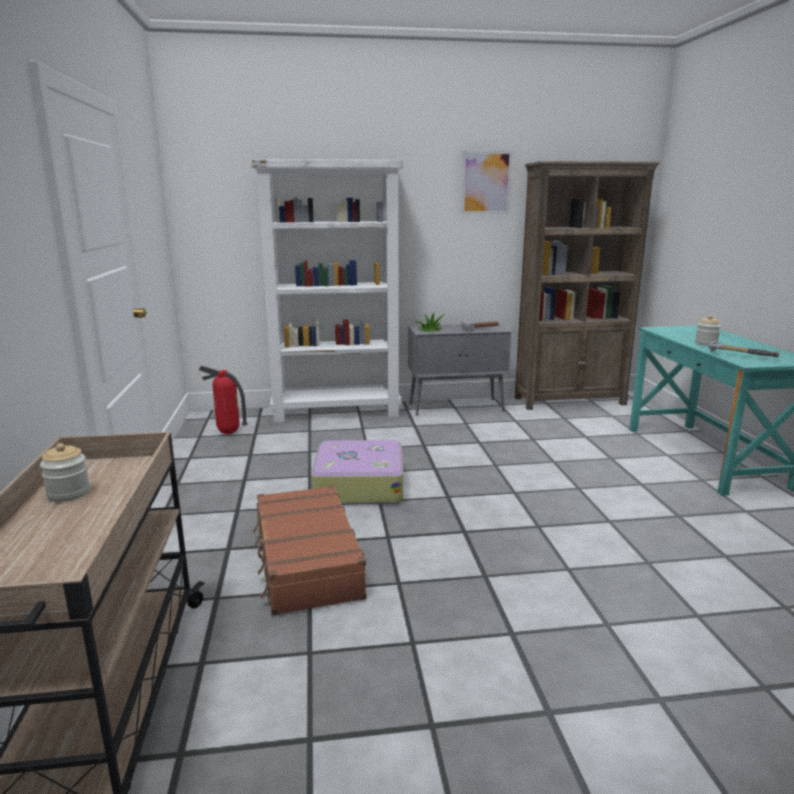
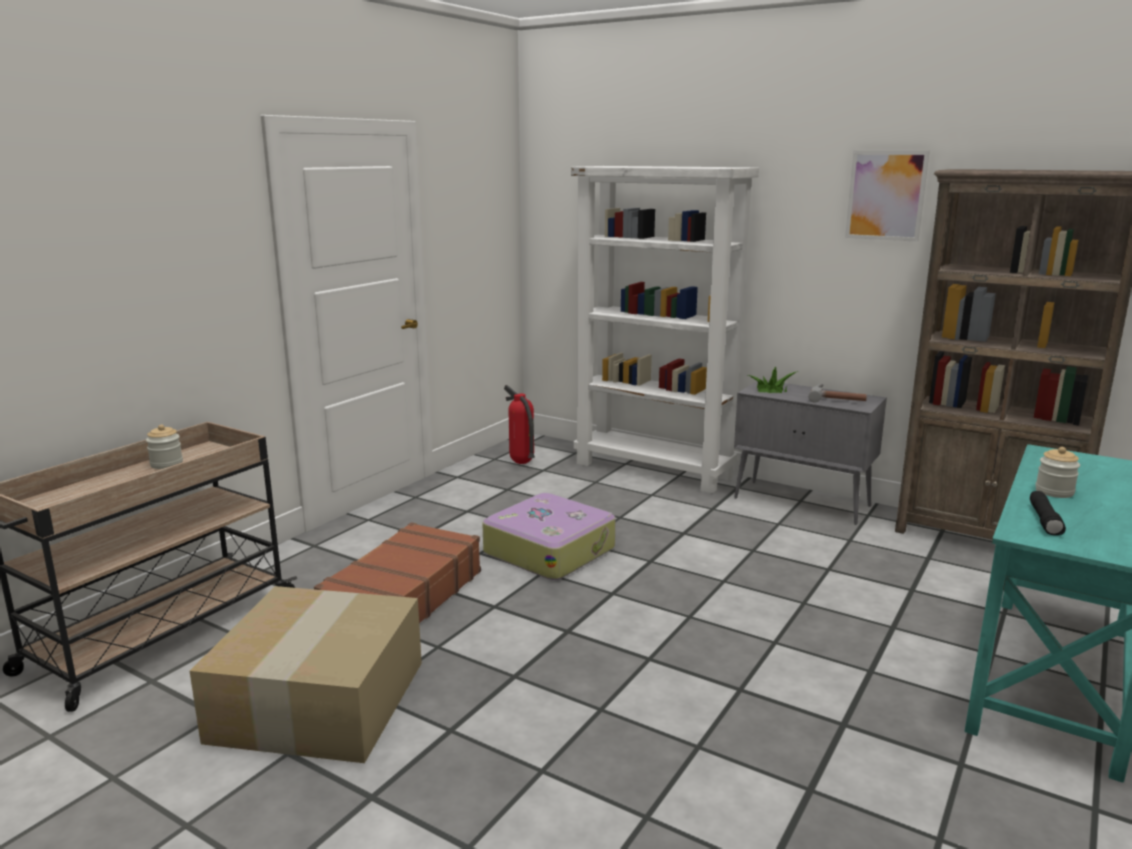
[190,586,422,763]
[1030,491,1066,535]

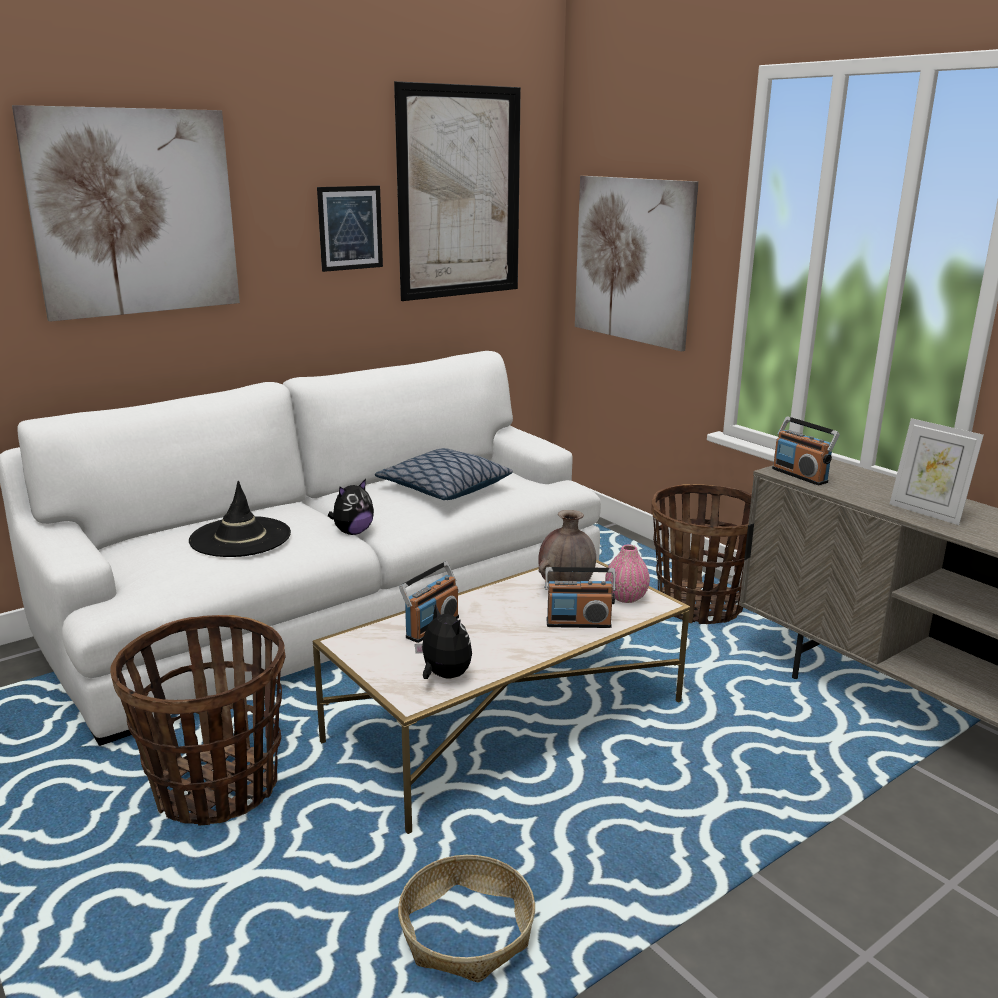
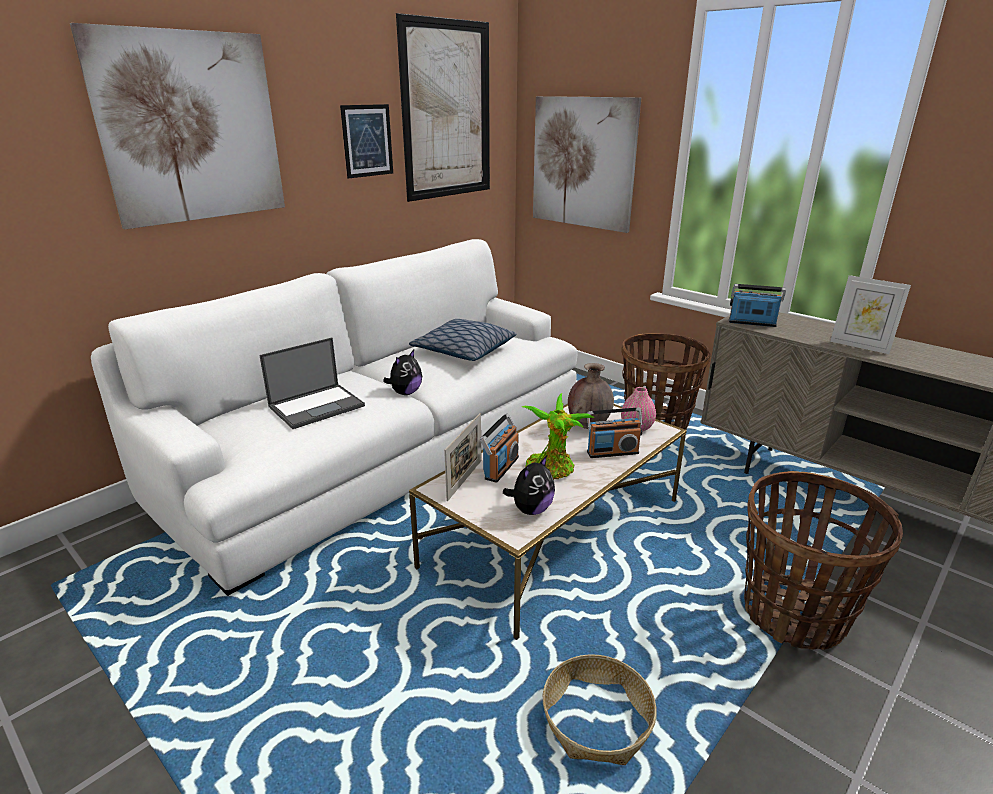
[444,413,481,501]
[522,393,595,479]
[744,471,903,650]
[259,338,365,429]
[503,455,555,515]
[729,284,786,327]

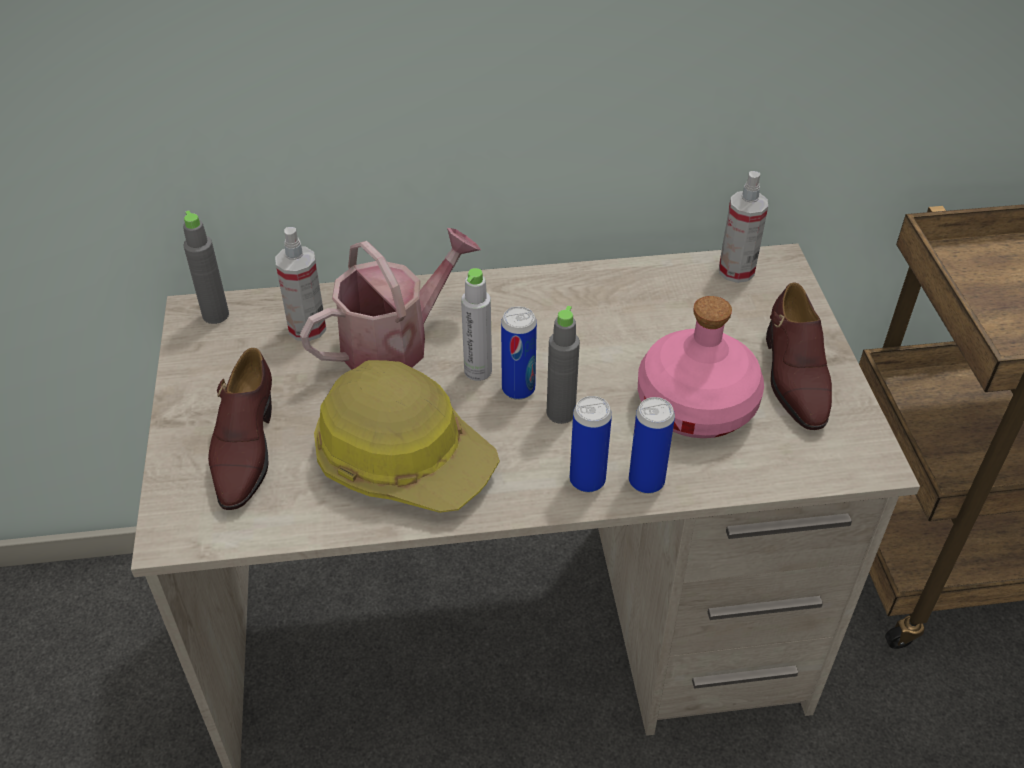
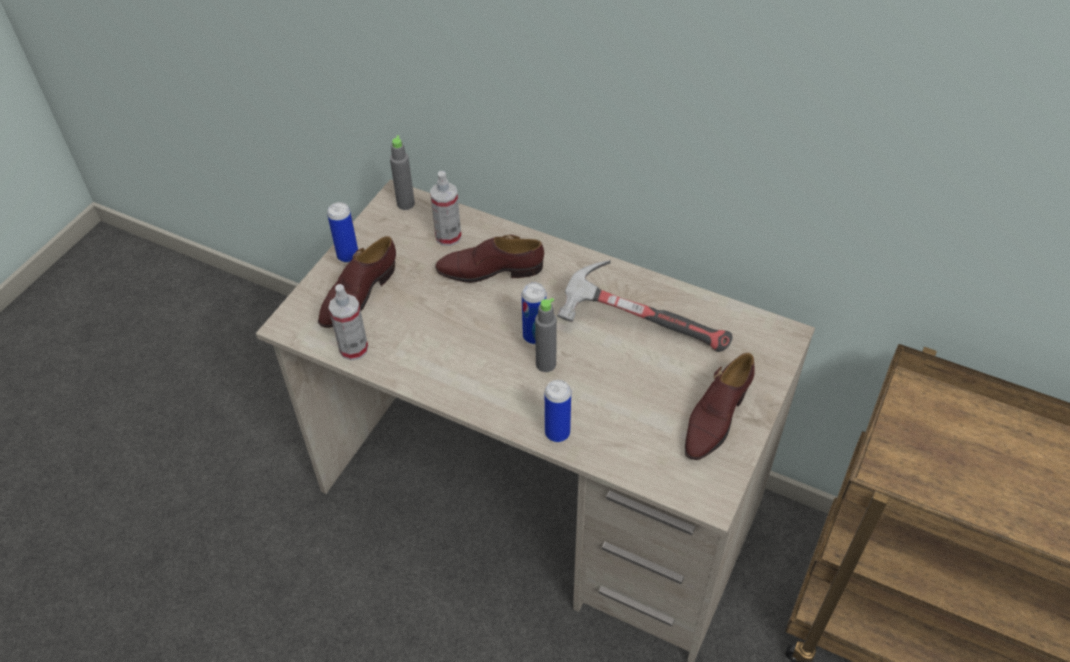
[314,360,500,513] (first image)
[461,268,492,381] (first image)
[638,296,764,438] (first image)
[557,260,732,352]
[327,202,358,263]
[329,284,368,361]
[435,235,544,283]

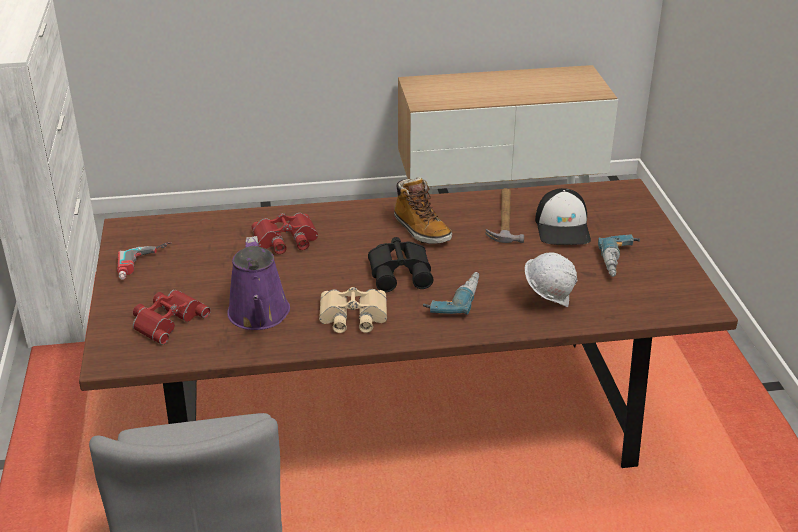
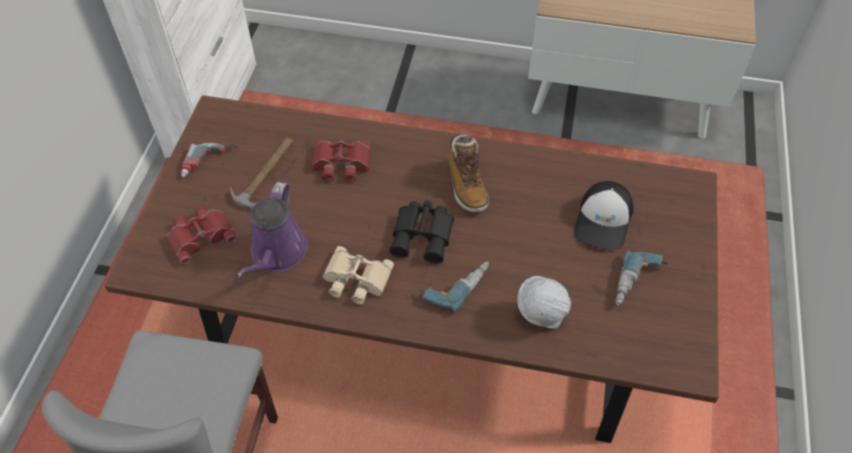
[230,137,293,209]

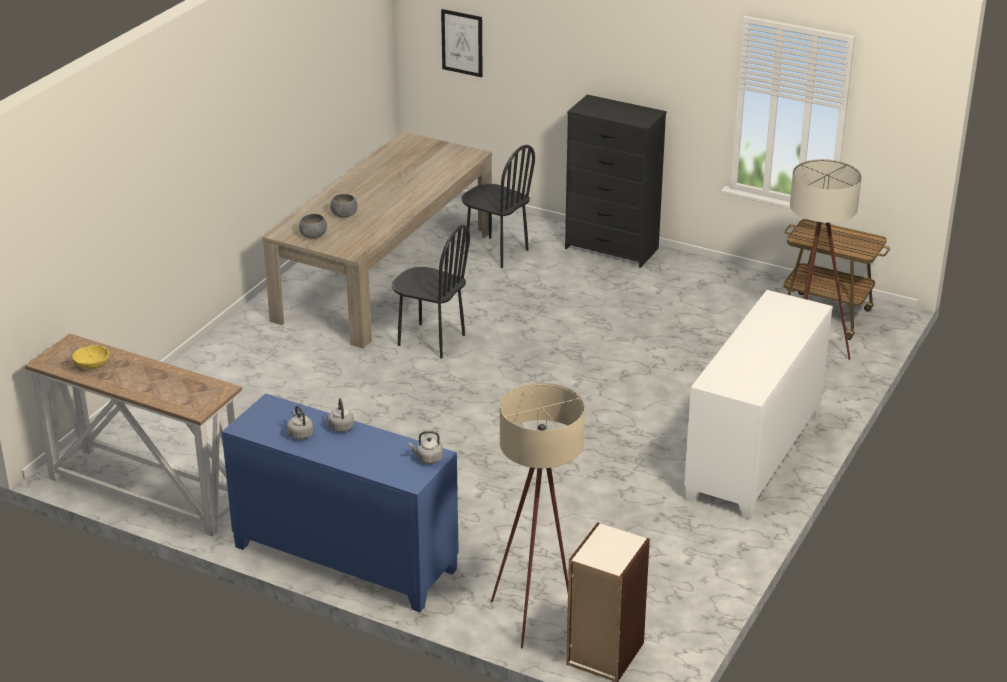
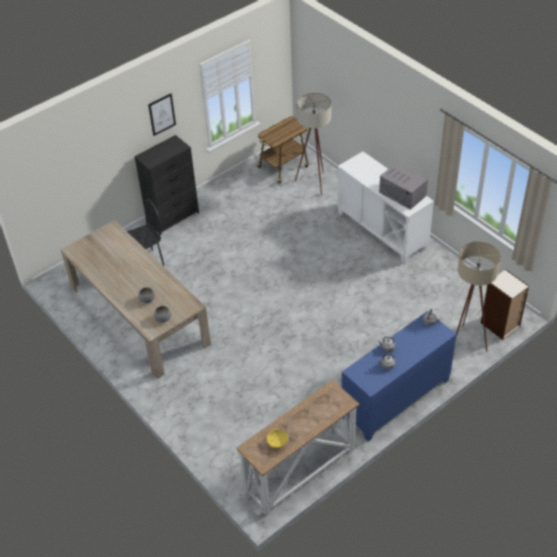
[392,225,470,359] (first image)
[379,163,428,210]
[148,93,176,136]

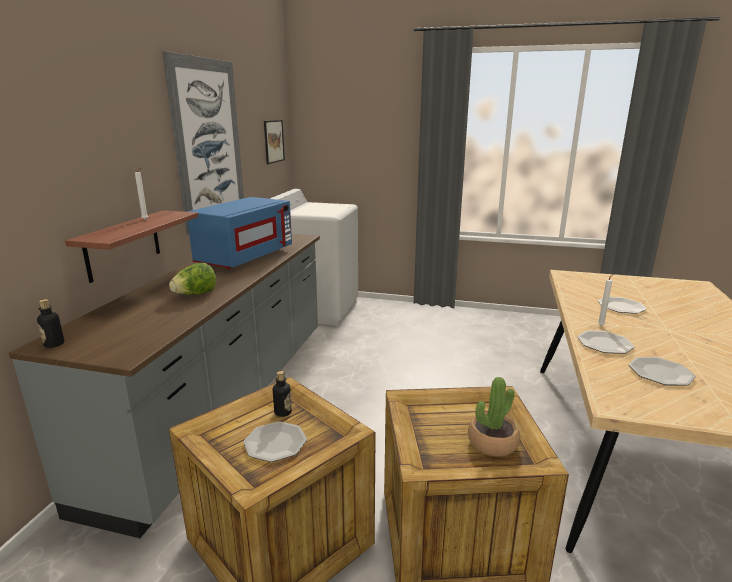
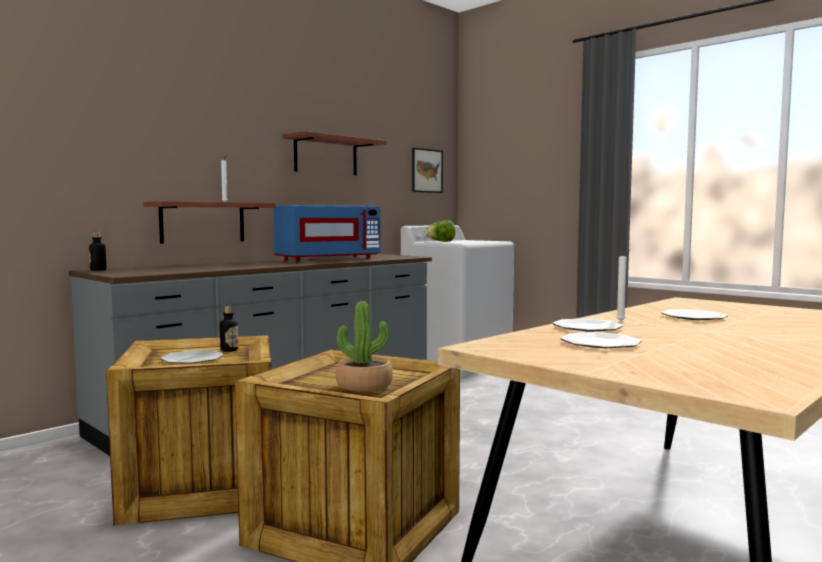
[425,220,455,242]
[283,131,387,175]

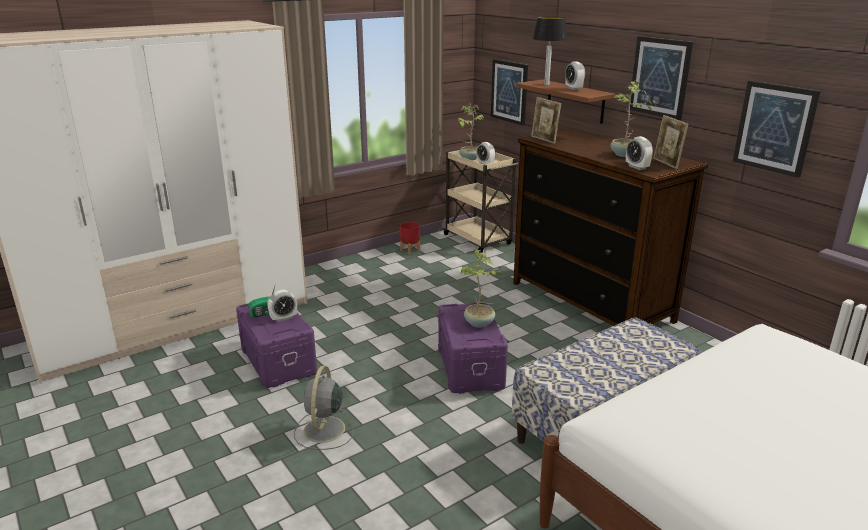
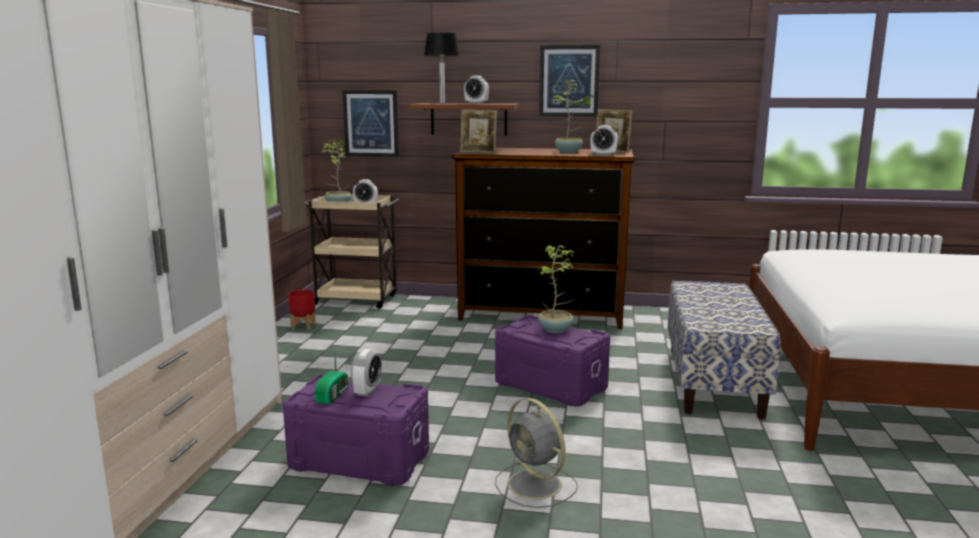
[733,81,820,178] (first image)

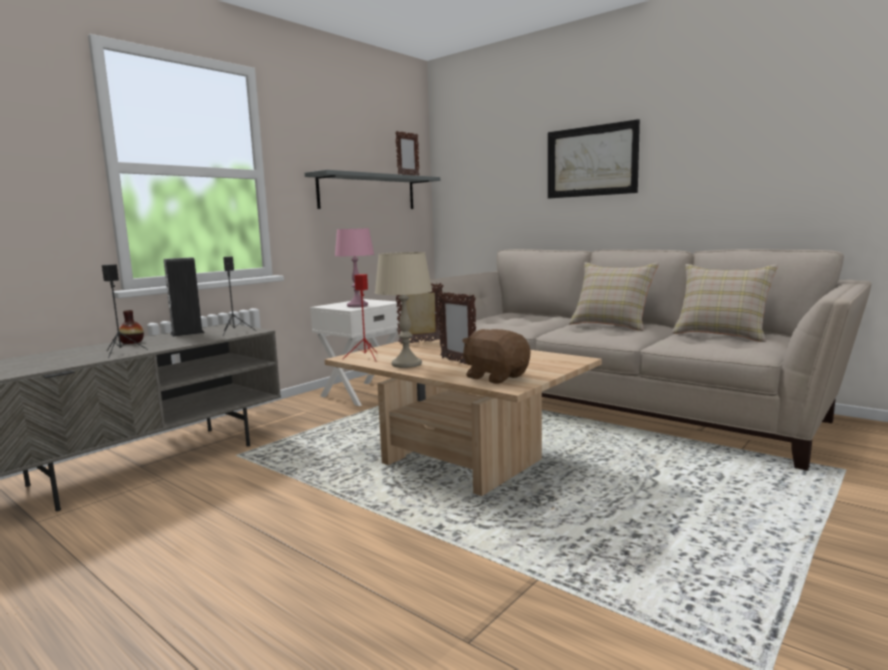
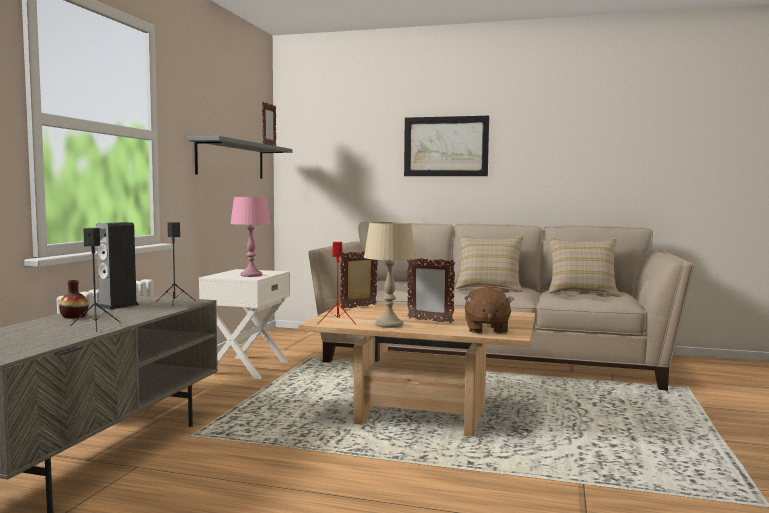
[464,287,514,334]

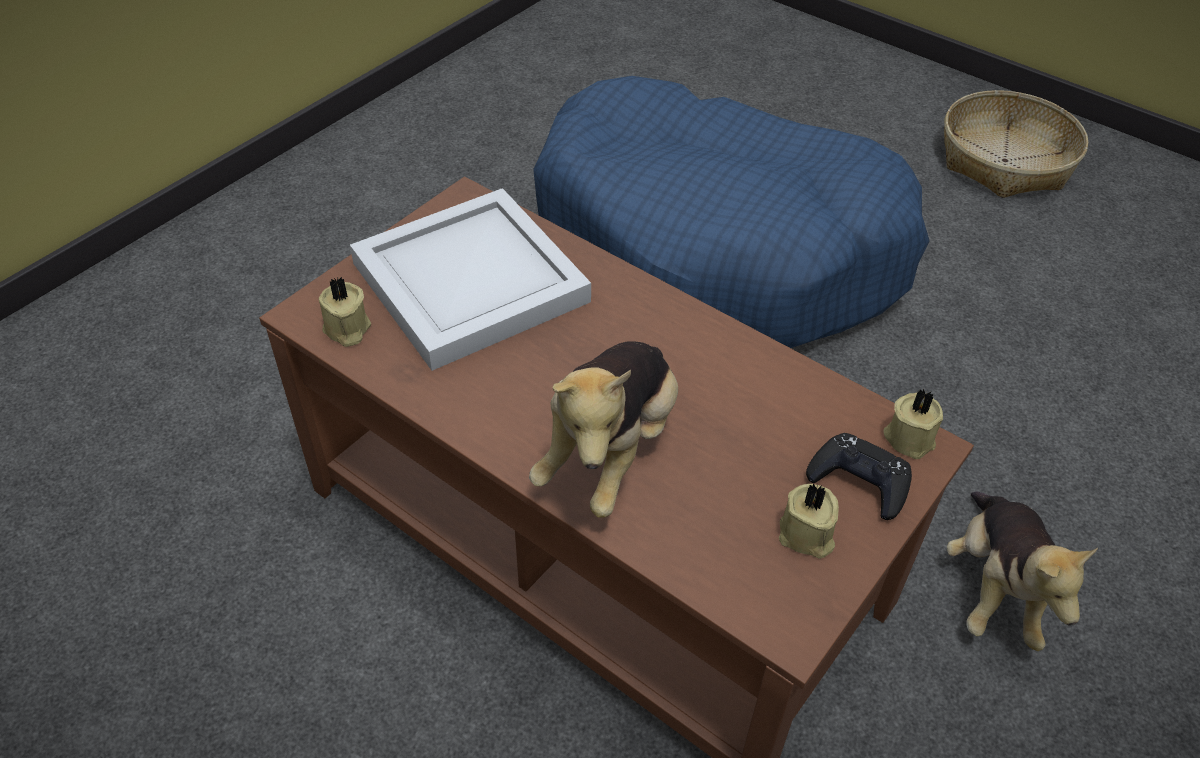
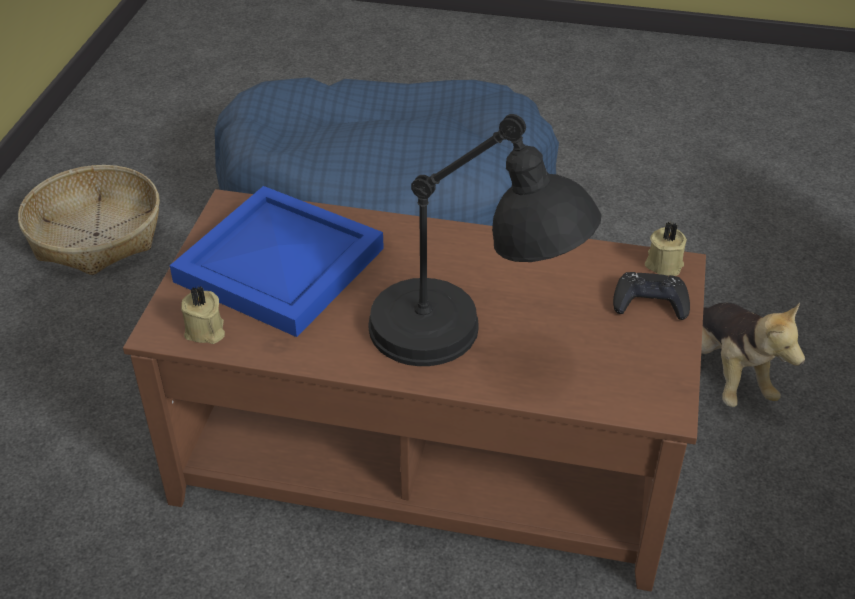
[779,483,839,559] (first image)
[18,165,160,275]
[368,114,601,366]
[170,186,384,337]

